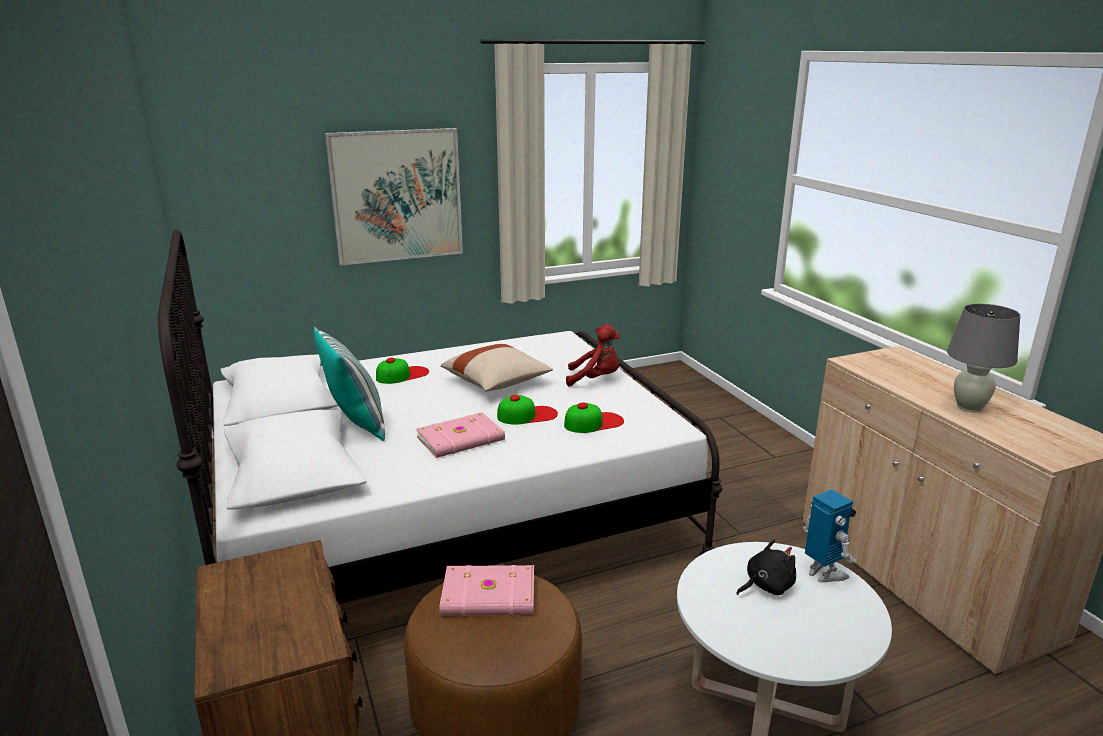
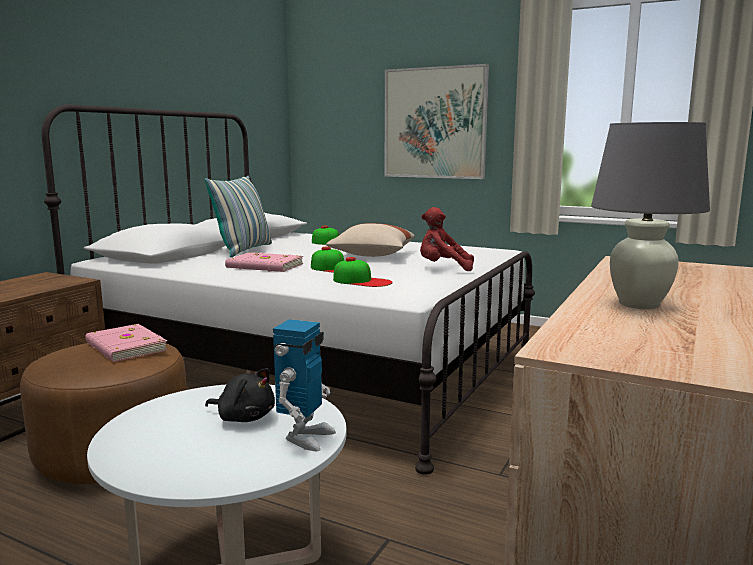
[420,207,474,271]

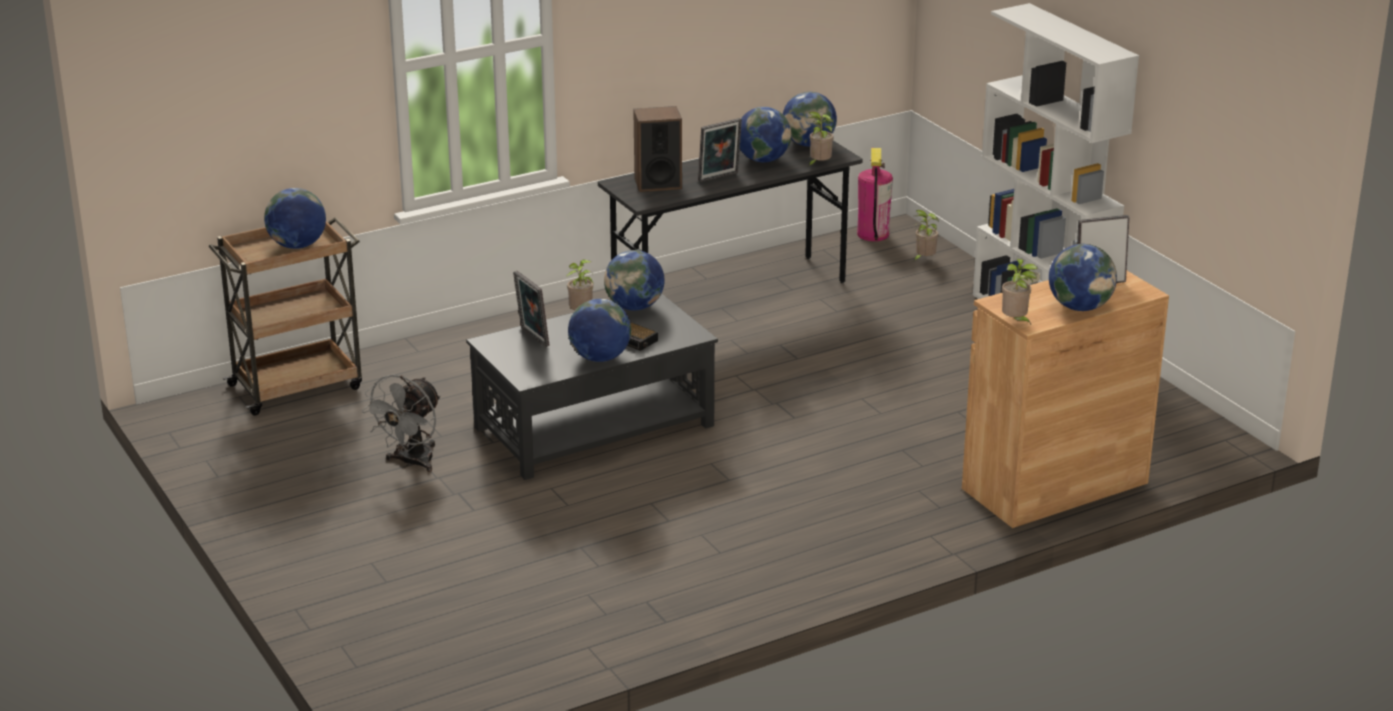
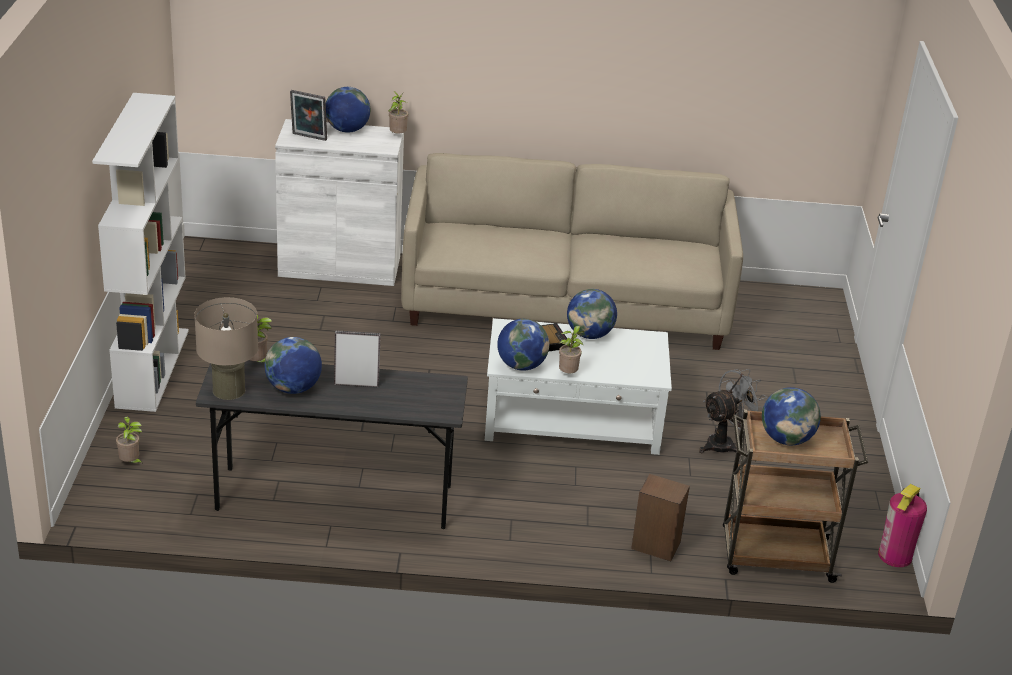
[513,271,549,347] (first image)
[401,153,743,350]
[631,474,690,561]
[878,484,927,567]
[194,297,258,400]
[485,318,672,455]
[275,119,404,286]

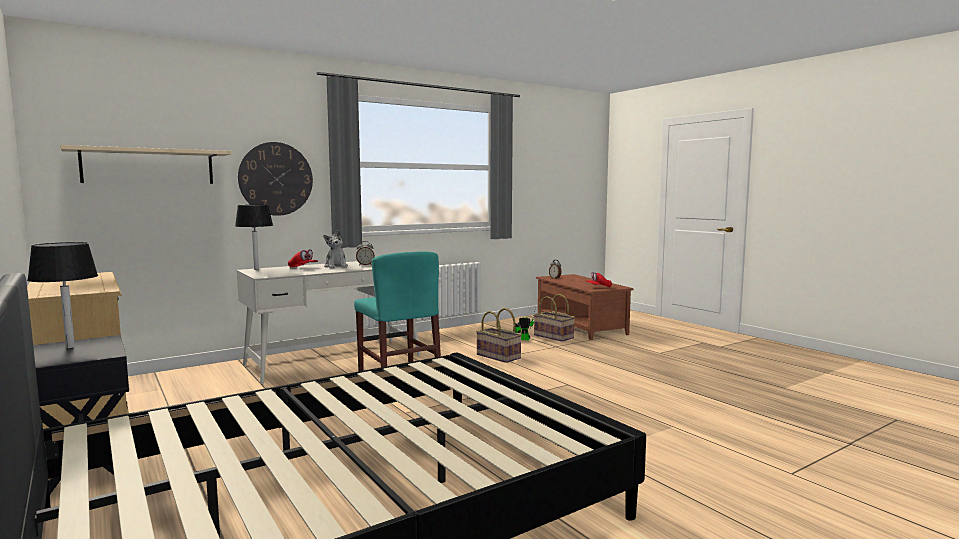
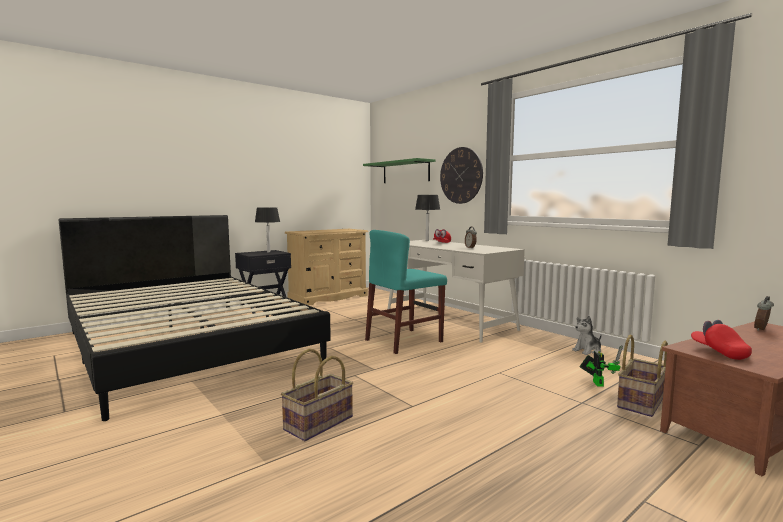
[572,316,601,355]
[281,348,353,441]
[363,158,436,183]

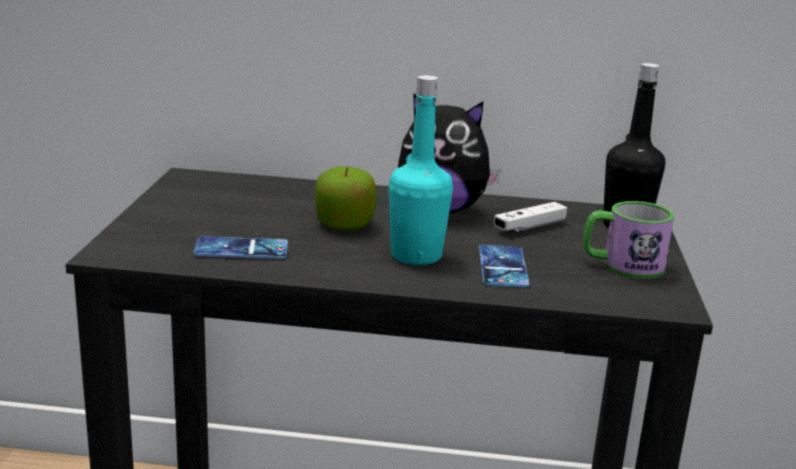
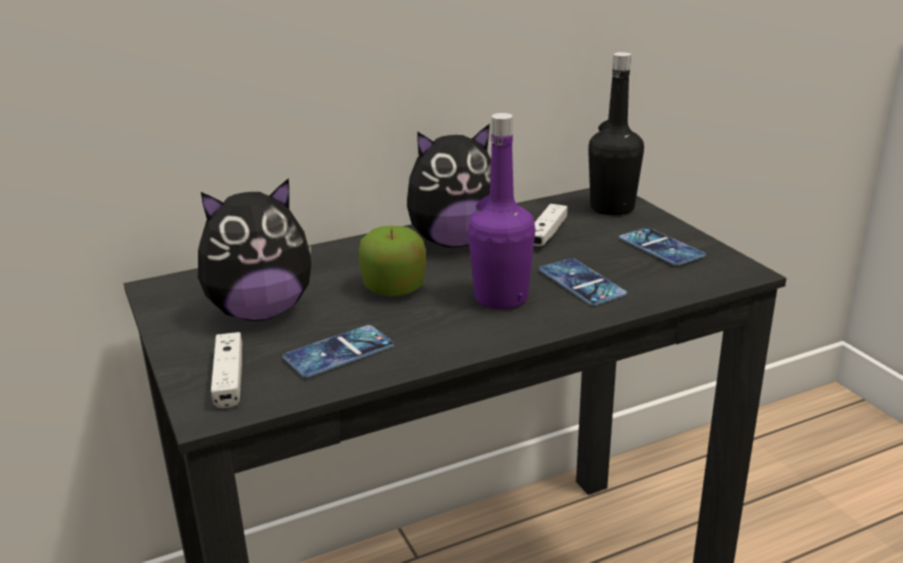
[198,178,312,321]
[211,332,242,408]
[619,227,706,266]
[468,113,535,310]

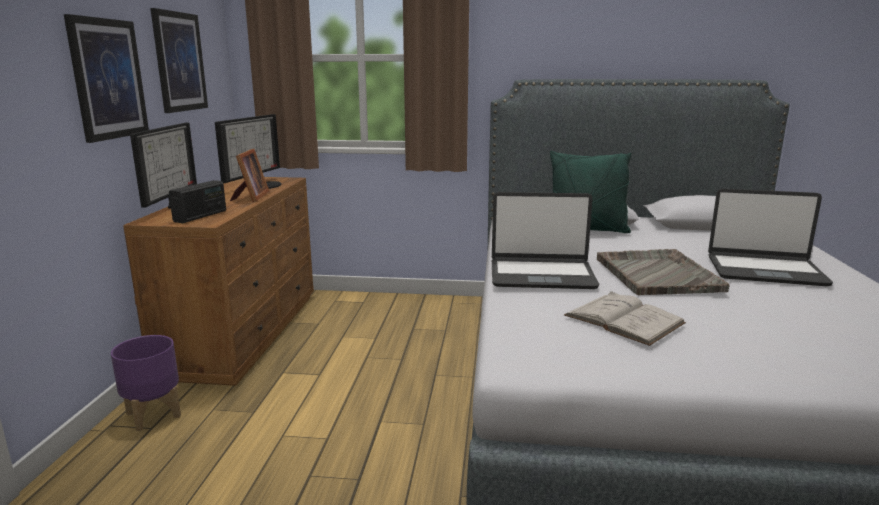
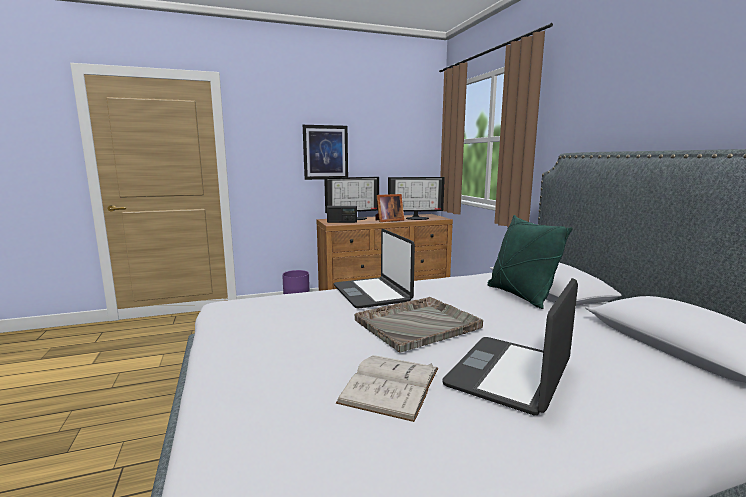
[150,8,208,113] (first image)
[336,355,439,422]
[442,278,578,415]

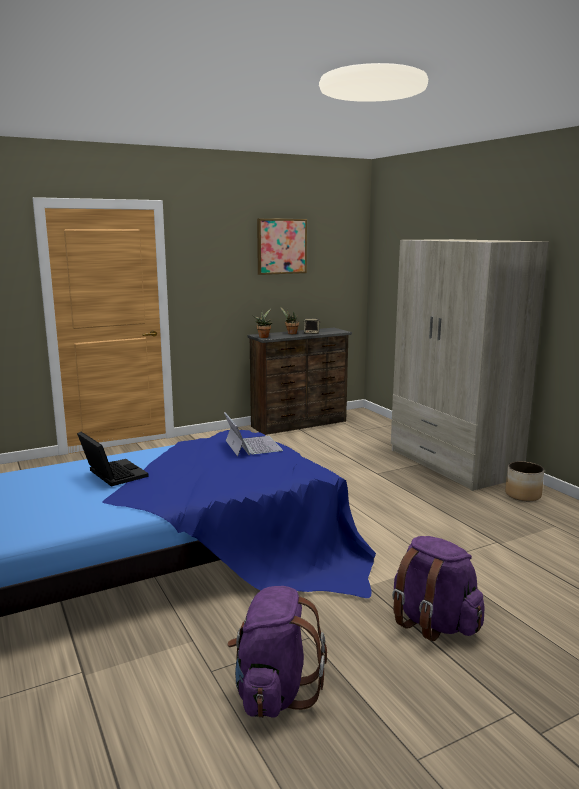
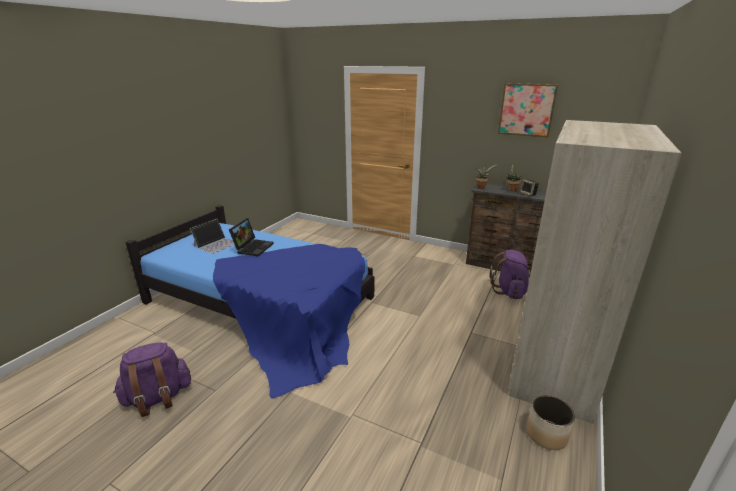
[190,219,235,254]
[490,250,530,299]

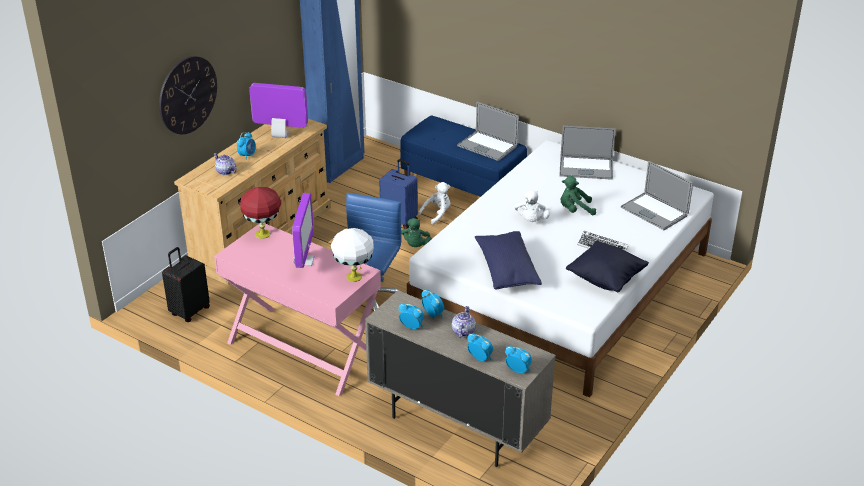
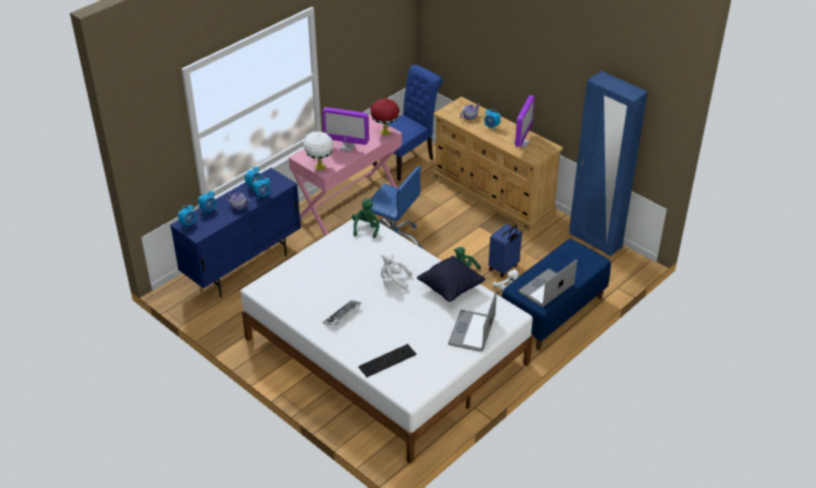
[159,56,217,134] (first image)
[475,231,542,290] (first image)
[352,199,379,238]
[417,256,485,302]
[373,65,443,181]
[358,344,417,377]
[170,168,301,297]

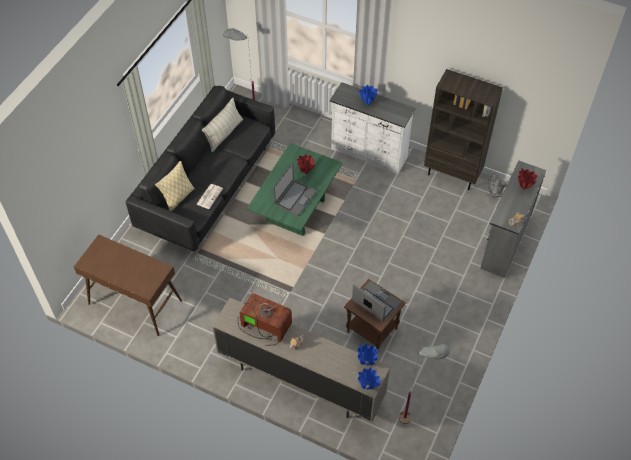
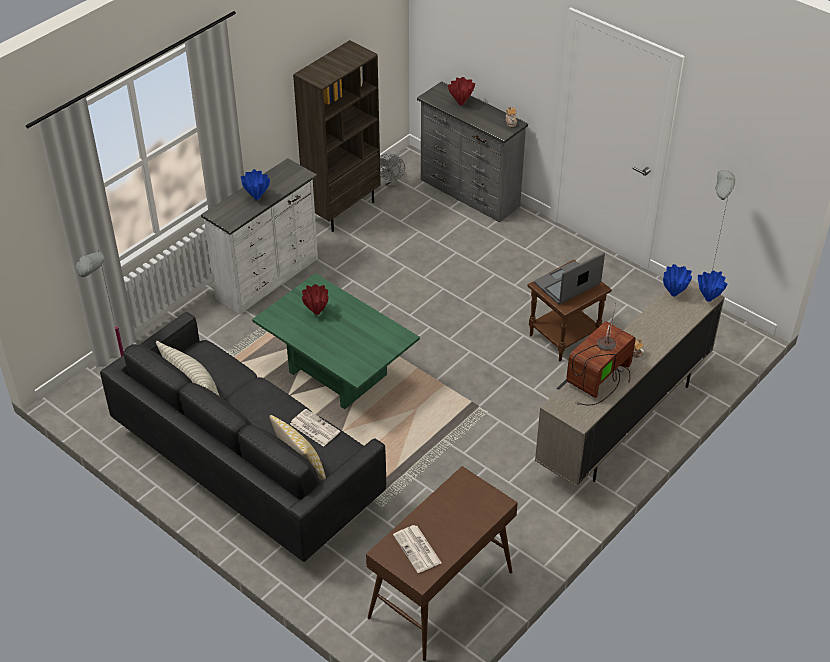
[273,163,317,216] (first image)
[393,525,442,573]

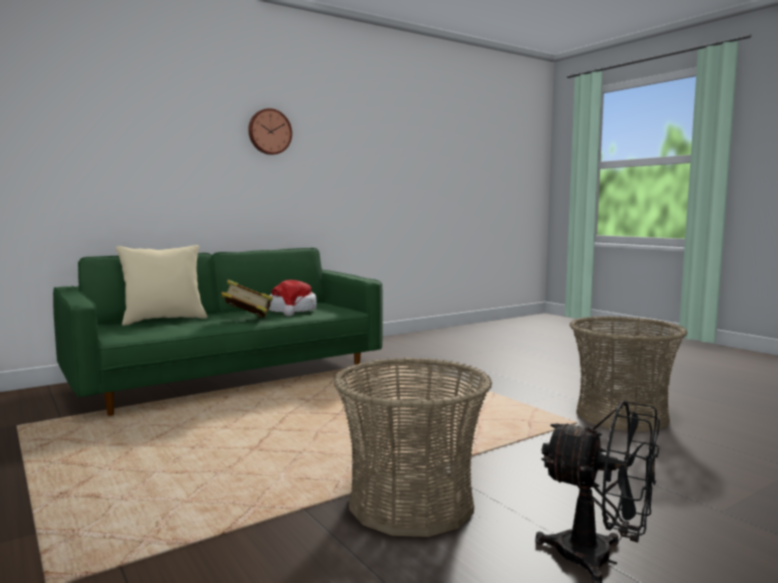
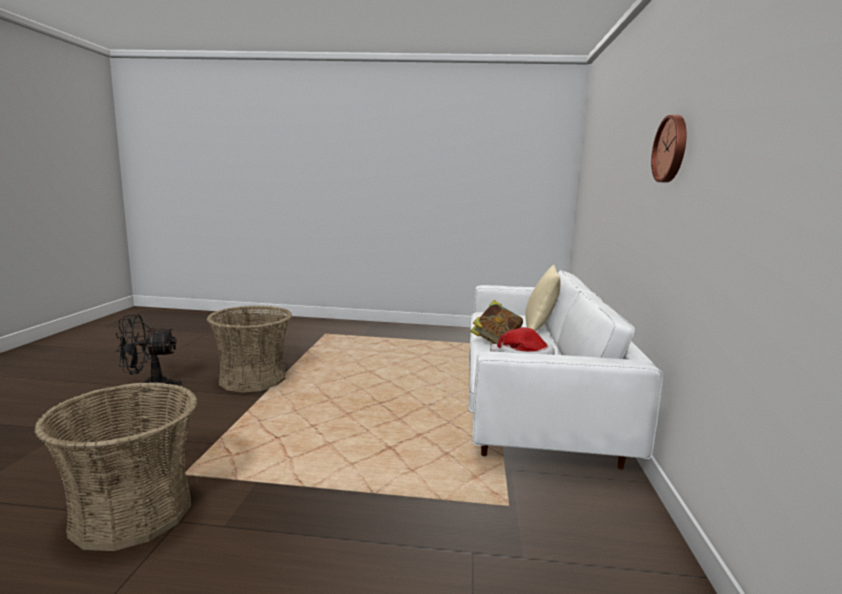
[468,270,663,469]

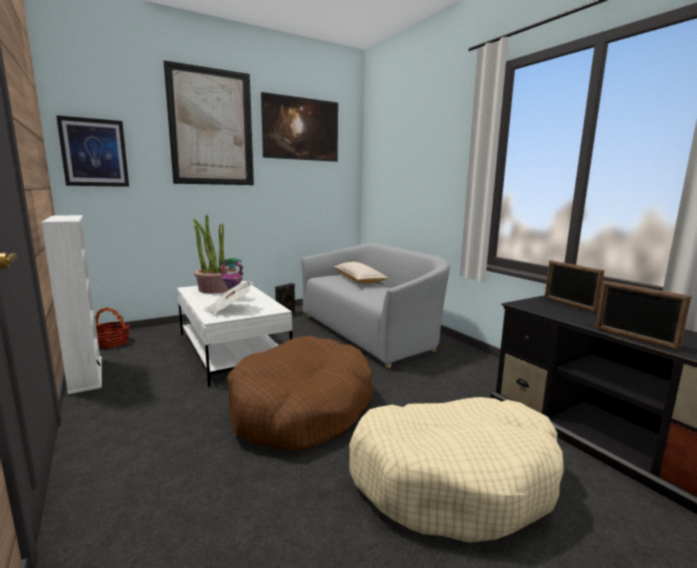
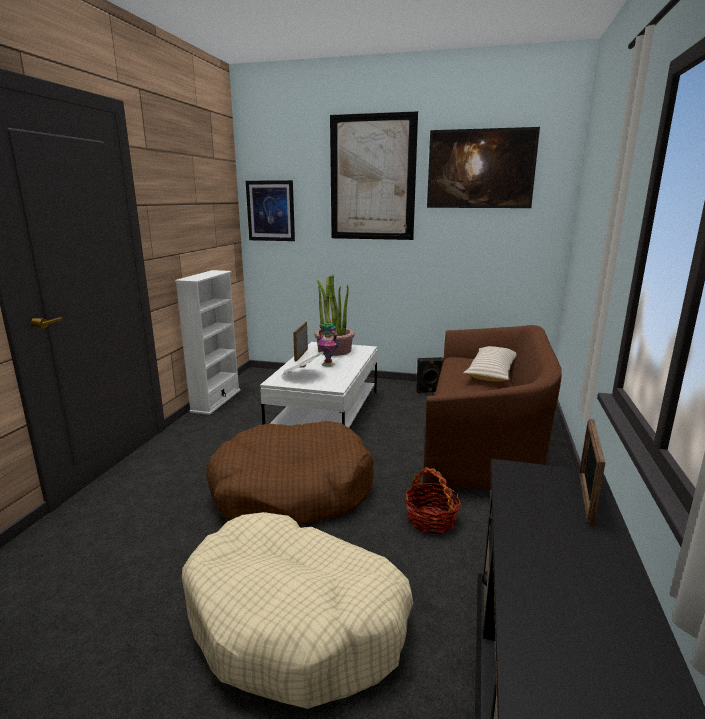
[405,467,461,534]
[293,322,308,362]
[423,325,562,490]

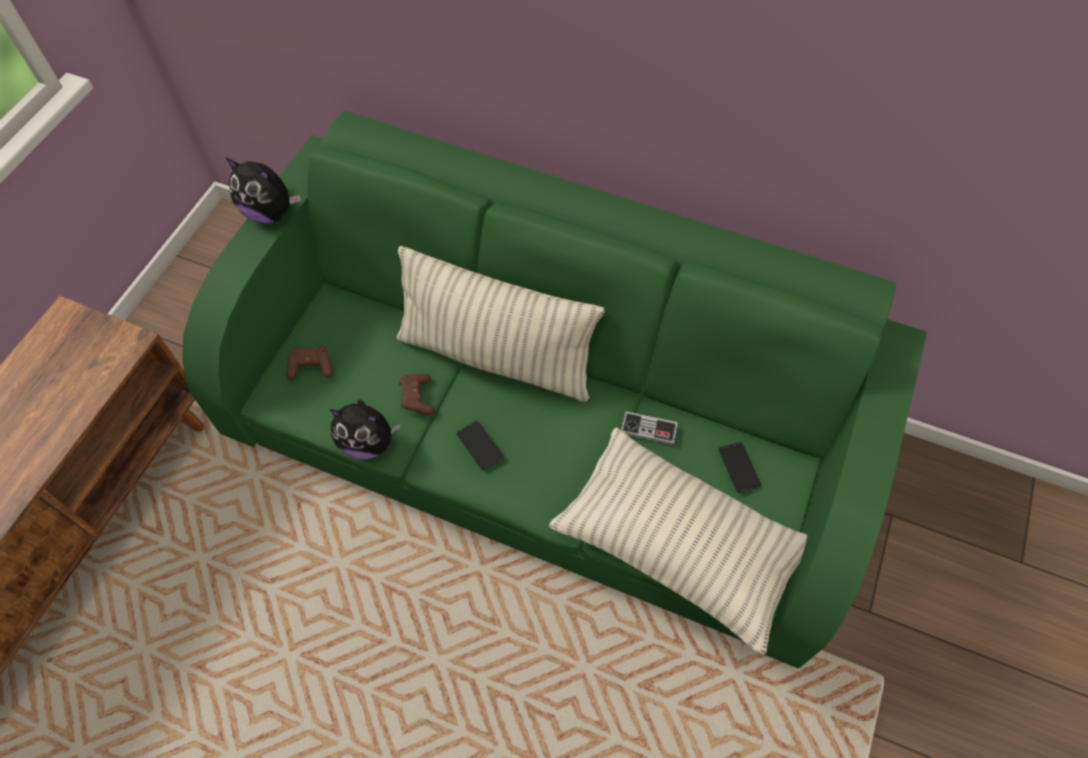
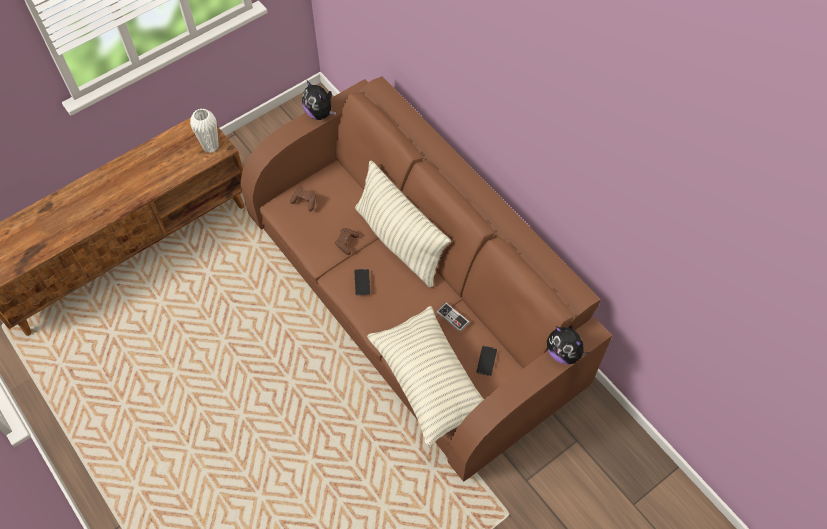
[190,109,219,153]
[547,326,590,365]
[241,76,612,482]

